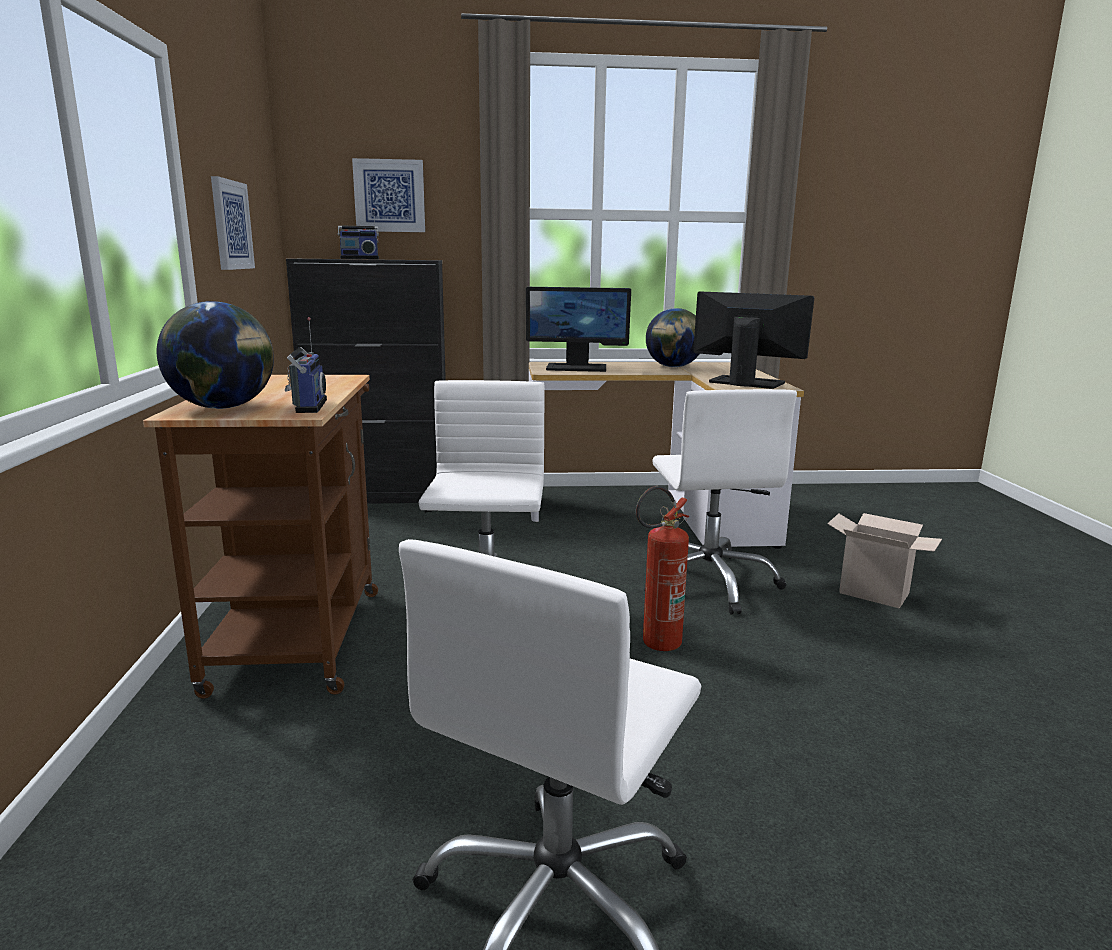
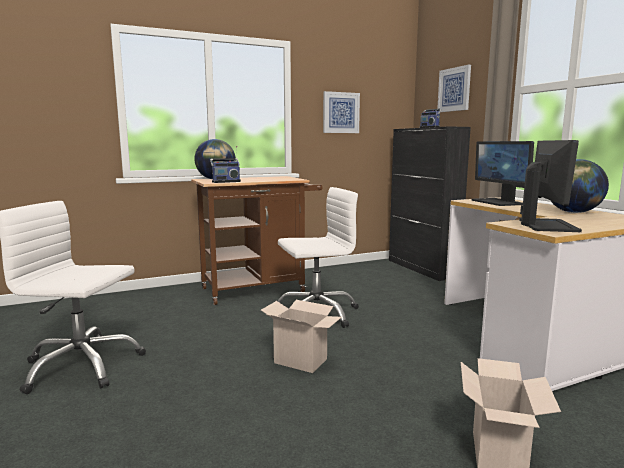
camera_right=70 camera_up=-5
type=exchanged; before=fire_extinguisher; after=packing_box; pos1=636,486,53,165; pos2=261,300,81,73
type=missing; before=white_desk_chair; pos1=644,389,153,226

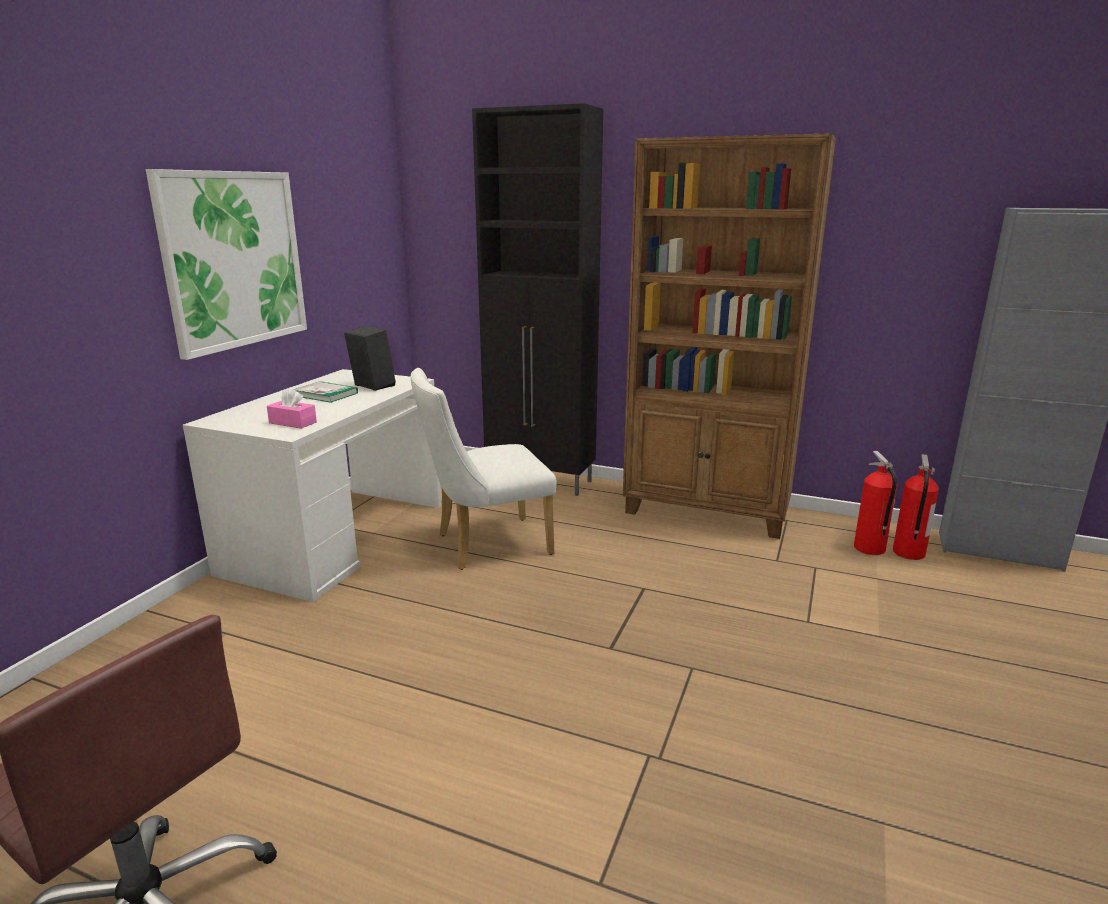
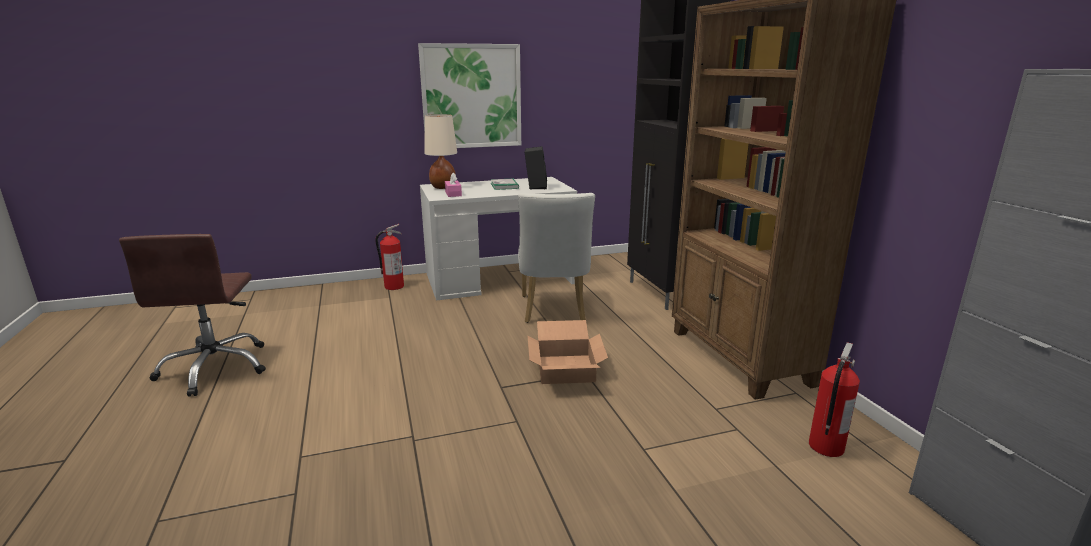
camera_right=50 camera_up=0
type=spun; before=white_plain_chair; pos1=411,368,145,202; pos2=518,193,77,130; turn=-120
type=relocated; before=fire_extinguisher; pos1=893,454,46,106; pos2=375,224,29,66
type=appeared; after=beige-coloured_tabletop_lamp; pos2=424,114,33,75
type=appeared; after=packing_box; pos2=528,320,80,64

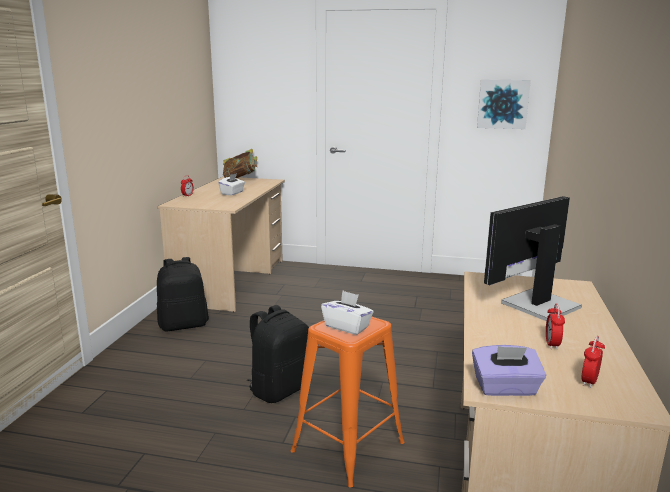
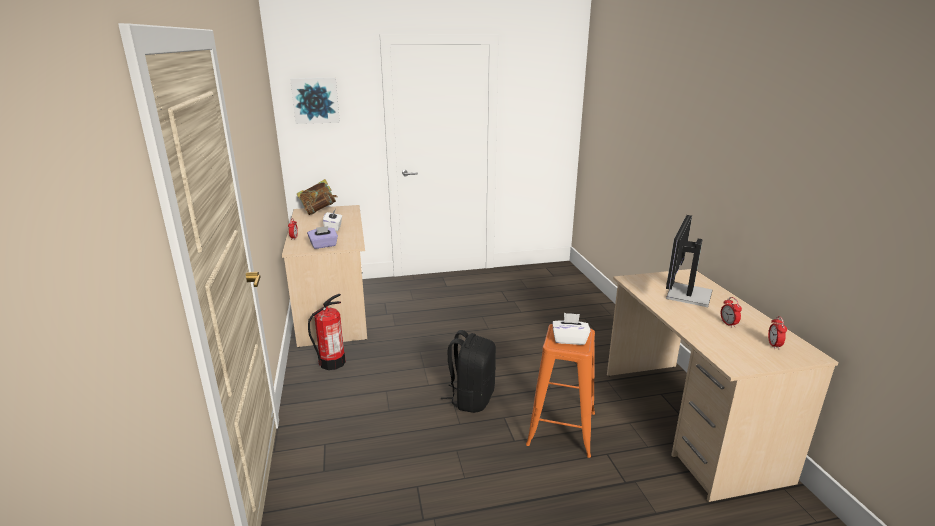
camera_right=-25 camera_up=5
type=exchanged; before=black-coloured_rucksack; after=fire_extinguisher; pos1=157,257,52,74; pos2=308,294,38,76
type=relocated; before=purple_box_of_tissues; pos1=472,345,74,51; pos2=307,226,31,23
type=relocated; before=picture; pos1=477,80,54,49; pos2=290,78,50,46

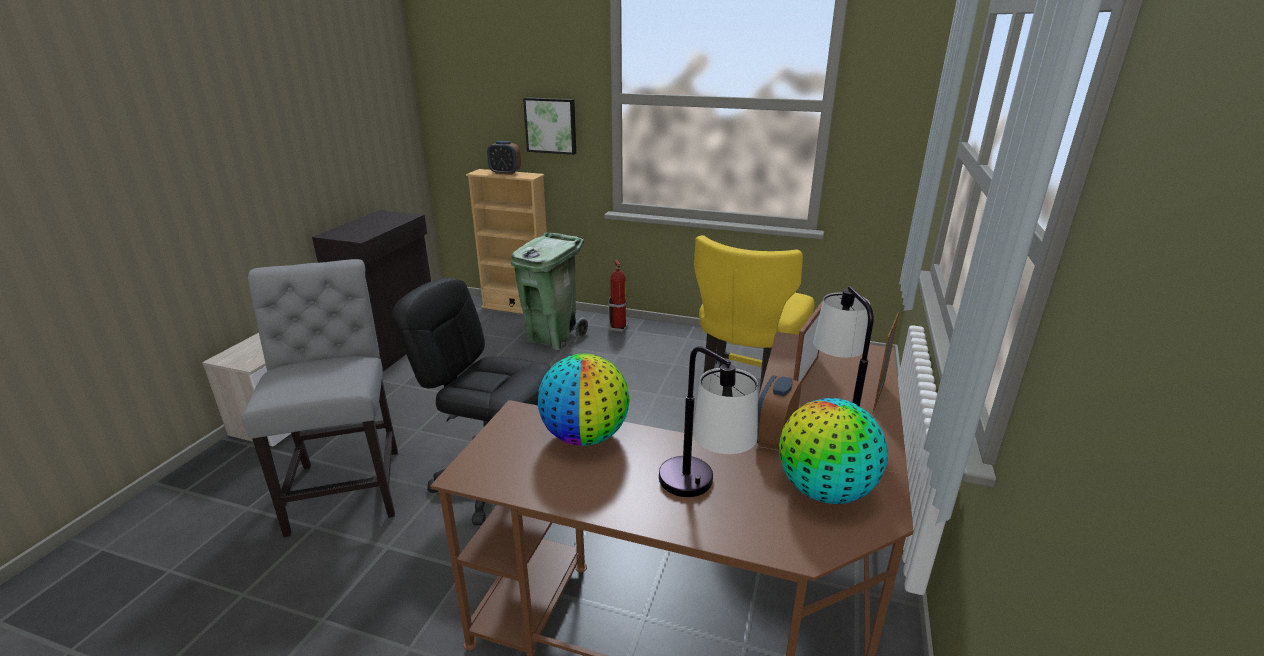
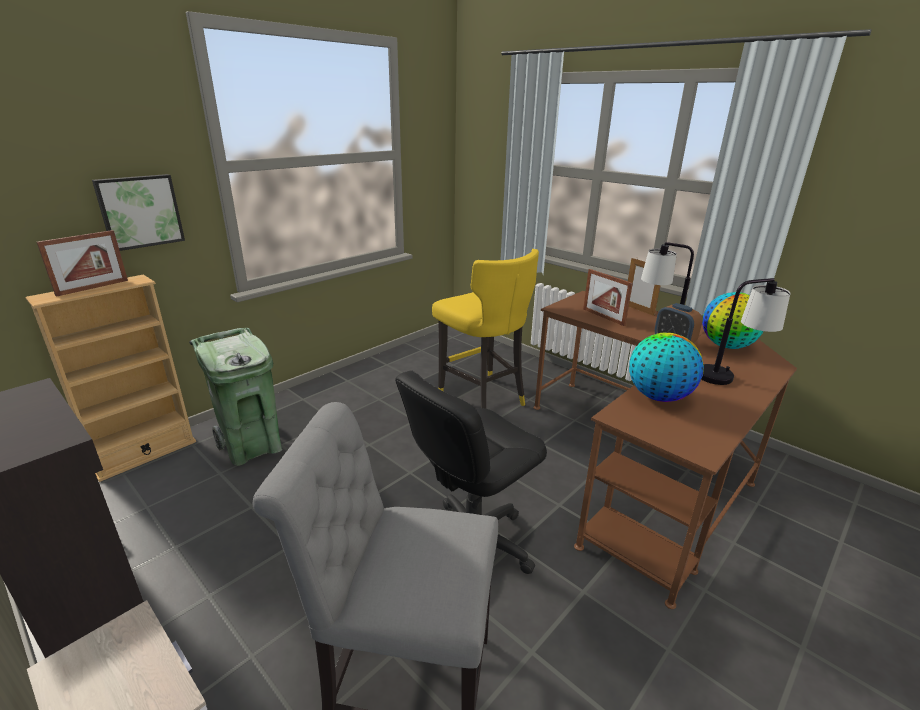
camera_right=-65 camera_up=0
type=exchanged; before=table_clock; after=picture_frame; pos1=487,141,34,34; pos2=37,230,91,67
type=missing; before=fire_extinguisher; pos1=608,260,20,72

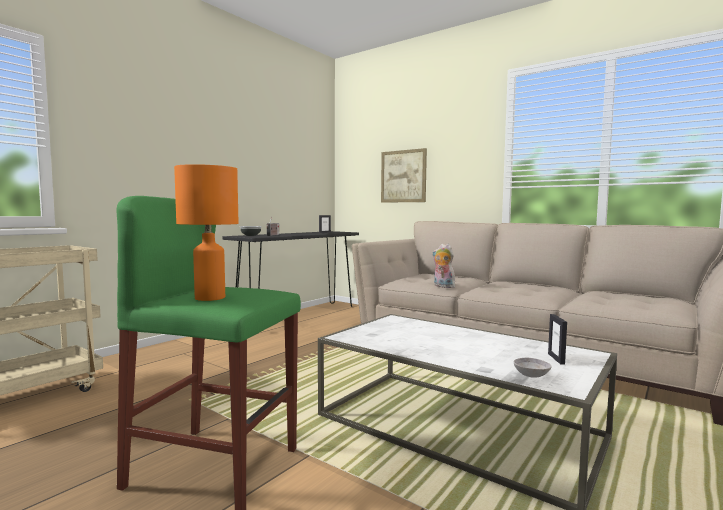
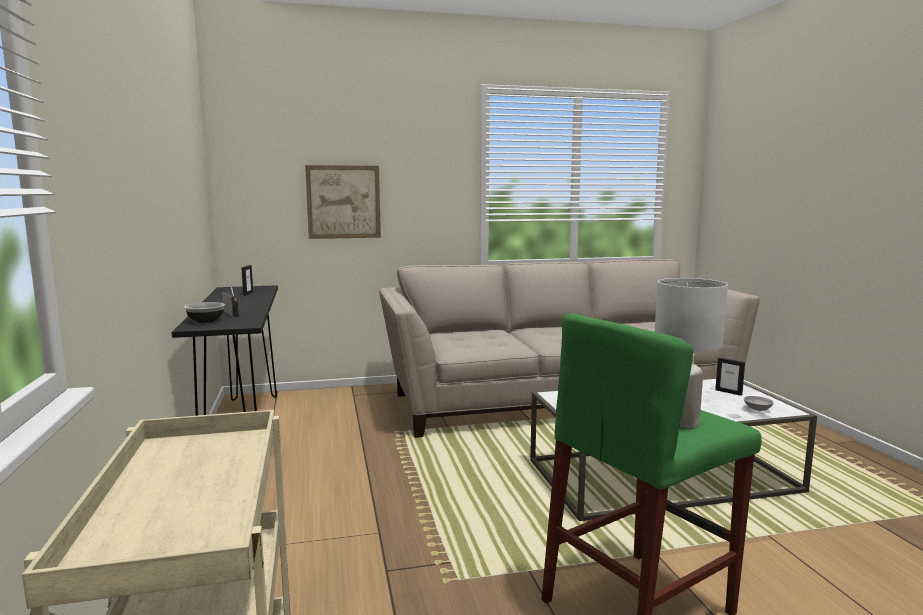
camera_right=-50 camera_up=5
type=colour; before=orange-coloured_tabletop_lamp; after=white_tabletop_lamp; pos1=174,164,64,137; pos2=655,278,73,150
type=missing; before=cuddly_toy; pos1=432,244,23,44

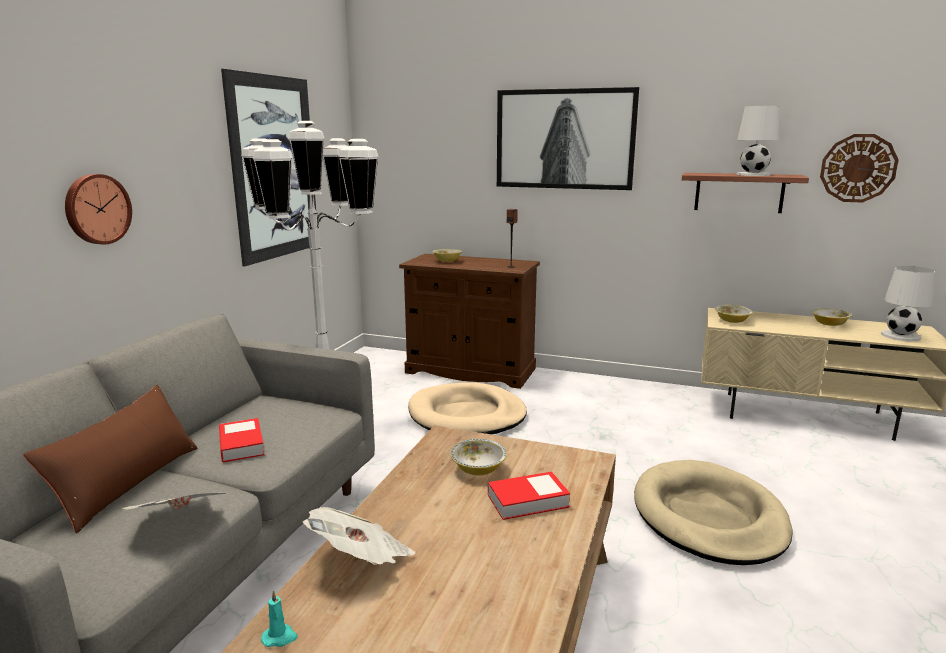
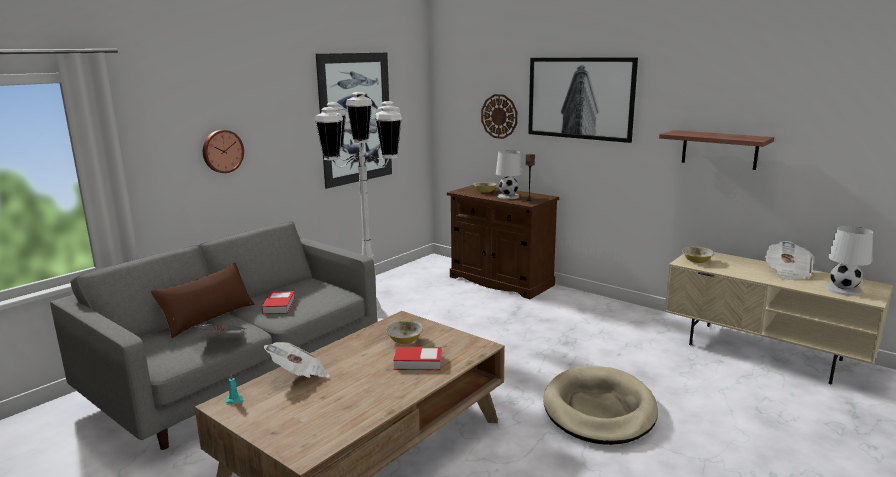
camera_right=20 camera_up=0
type=missing; before=beige-coloured_pet_bed; pos1=408,382,119,52
type=relocated; before=white_tabletop_lamp; pos1=736,106,43,70; pos2=496,150,26,49
type=exchanged; before=serving_bowl; after=newspaper; pos1=812,308,40,18; pos2=764,241,50,39
type=relocated; before=clock_on_the_wall; pos1=820,134,79,69; pos2=481,94,36,45

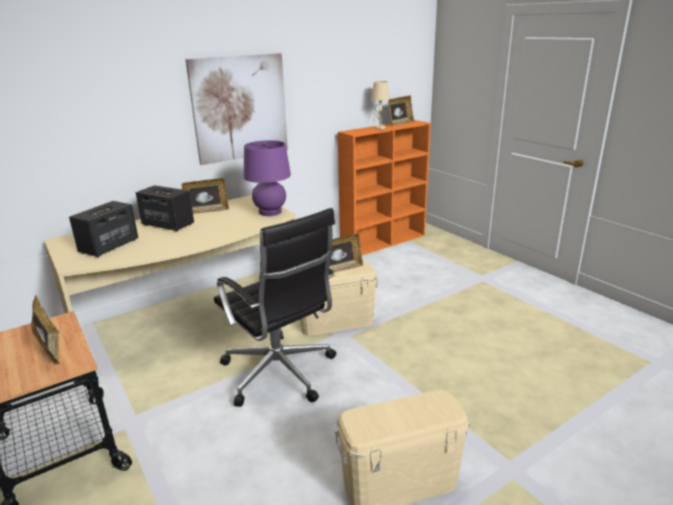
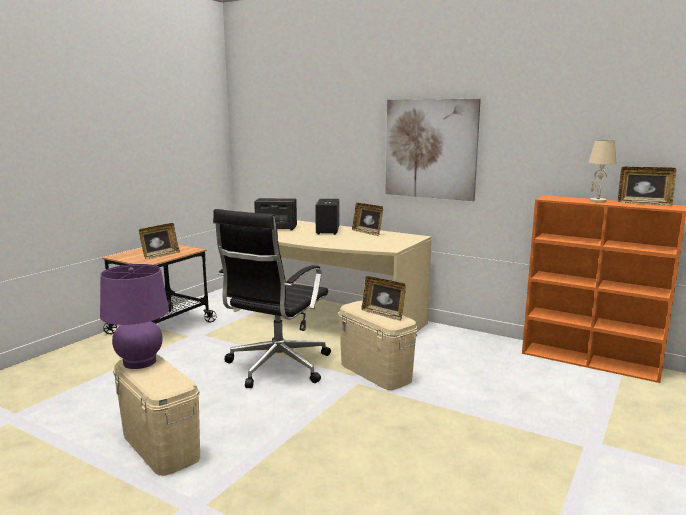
camera_right=65 camera_up=-10
type=relocated; before=purple_tabletop_lamp; pos1=244,140,47,76; pos2=100,264,69,105

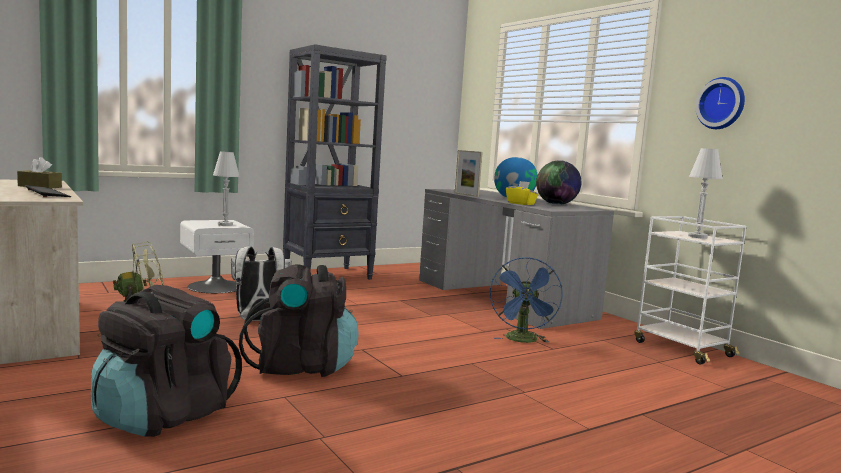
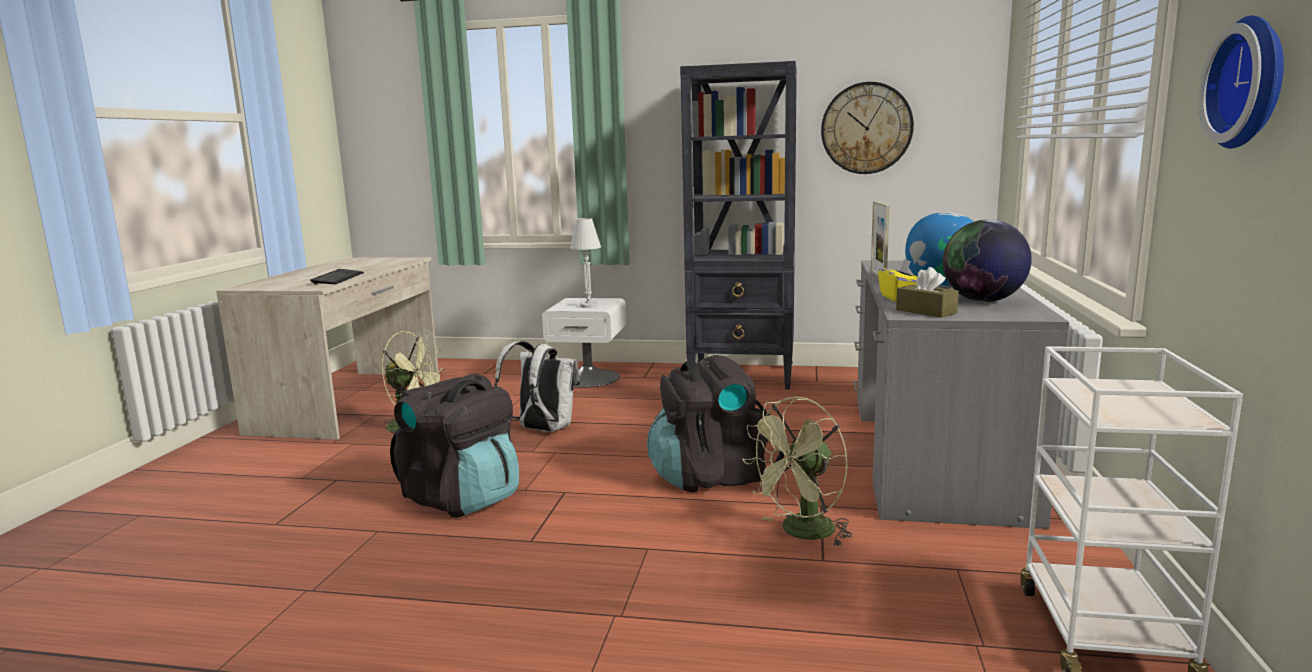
camera_right=45 camera_up=5
type=relocated; before=brownish_box_of_tissues; pos1=17,157,45,32; pos2=896,267,63,51
type=relocated; before=black-coloured_rucksack; pos1=91,285,151,152; pos2=647,355,137,137
type=colour; before=bluish_electric_fan; after=green-coloured_electric_fan; pos1=490,257,73,86; pos2=742,397,111,150
type=missing; before=white_tabletop_lamp; pos1=688,148,35,91
type=appeared; after=clock_on_the_wall; pos2=821,82,93,92

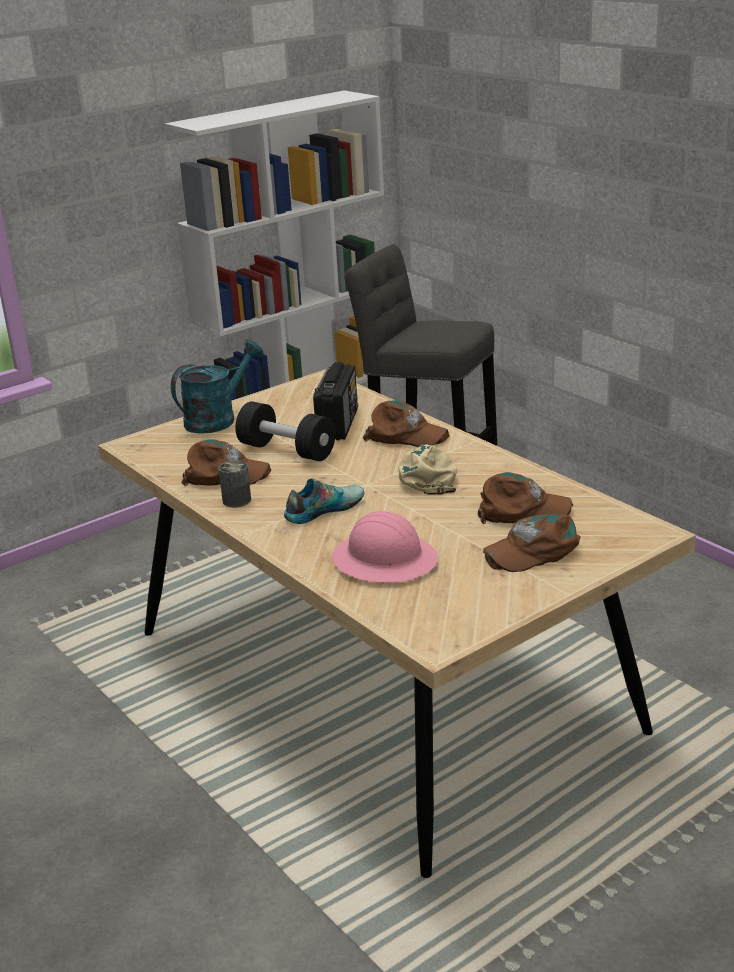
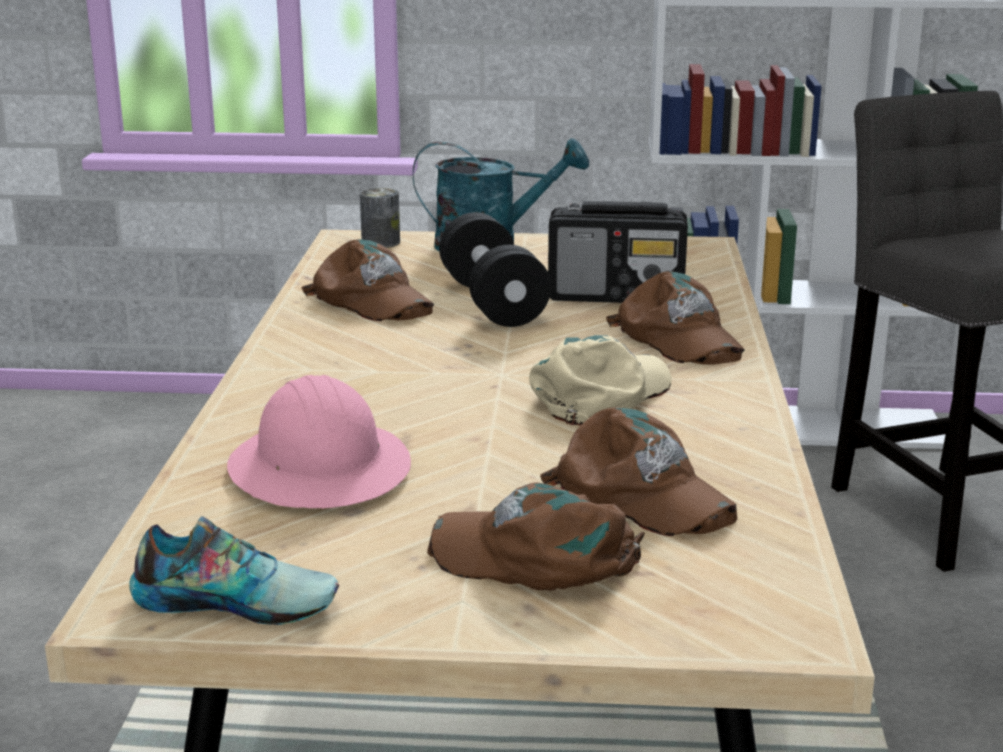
camera_right=40 camera_up=-5
type=relocated; before=metal_can; pos1=219,460,32,47; pos2=360,188,40,60
type=relocated; before=shoe; pos1=284,478,80,46; pos2=129,516,210,109
type=spun; before=radio_set; pos1=313,362,45,78; pos2=548,201,140,102; turn=45

